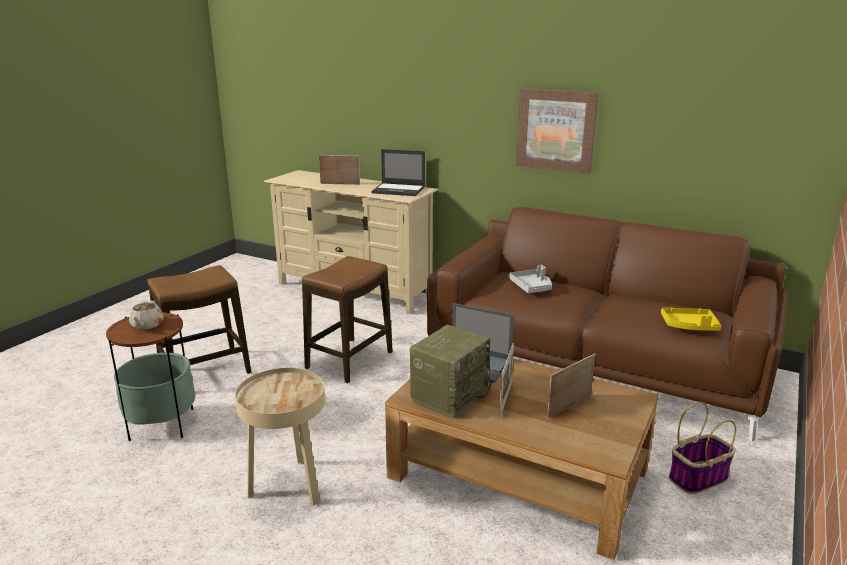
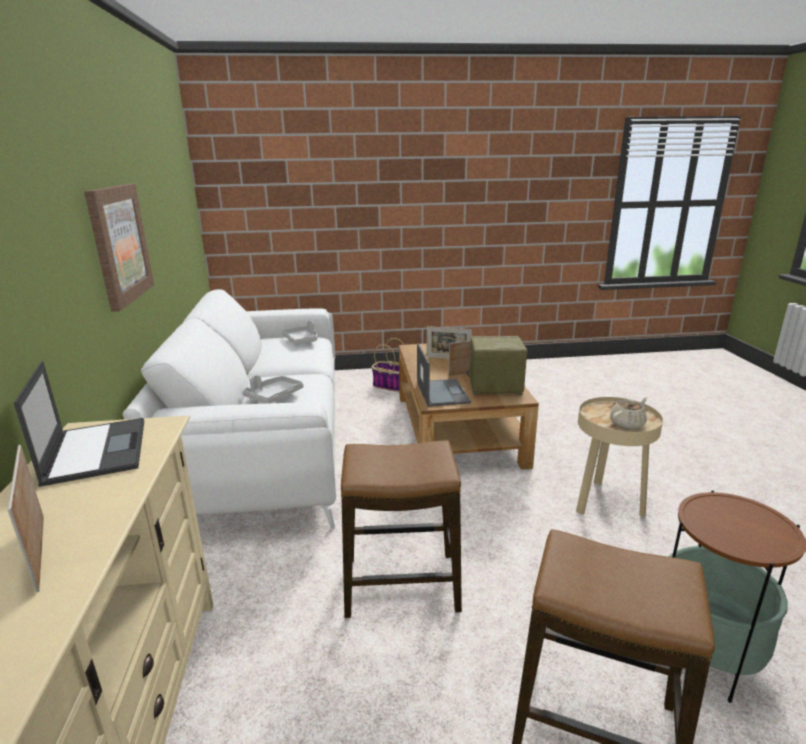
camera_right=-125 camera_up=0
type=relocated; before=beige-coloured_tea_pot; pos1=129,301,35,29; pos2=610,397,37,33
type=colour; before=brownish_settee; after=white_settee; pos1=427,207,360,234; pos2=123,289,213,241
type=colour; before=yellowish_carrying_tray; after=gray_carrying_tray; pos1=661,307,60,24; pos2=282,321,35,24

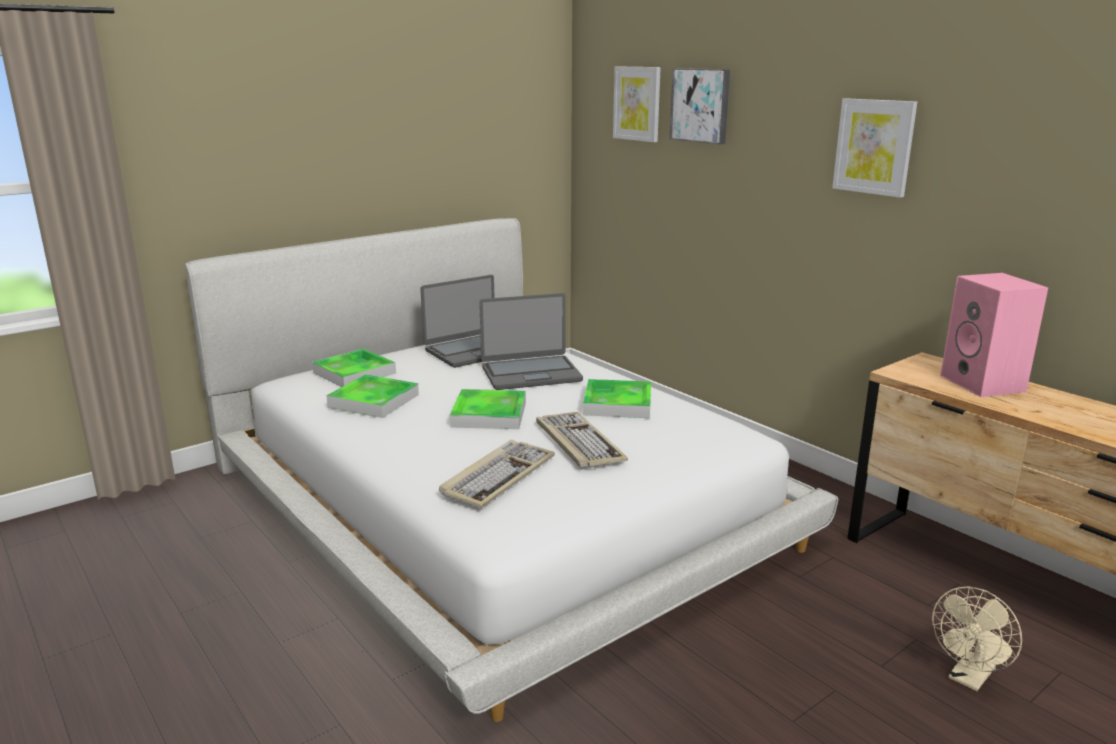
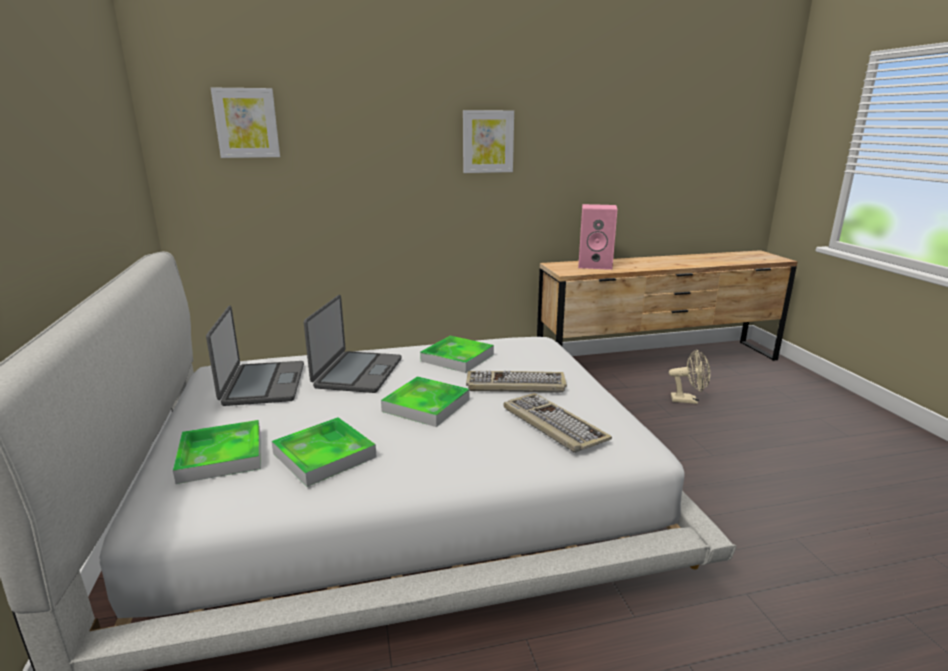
camera_right=-65 camera_up=0
type=missing; before=picture; pos1=670,68,60,76
type=spun; before=beige-coloured_electric_fan; pos1=932,587,90,104; pos2=669,349,41,55; turn=-60

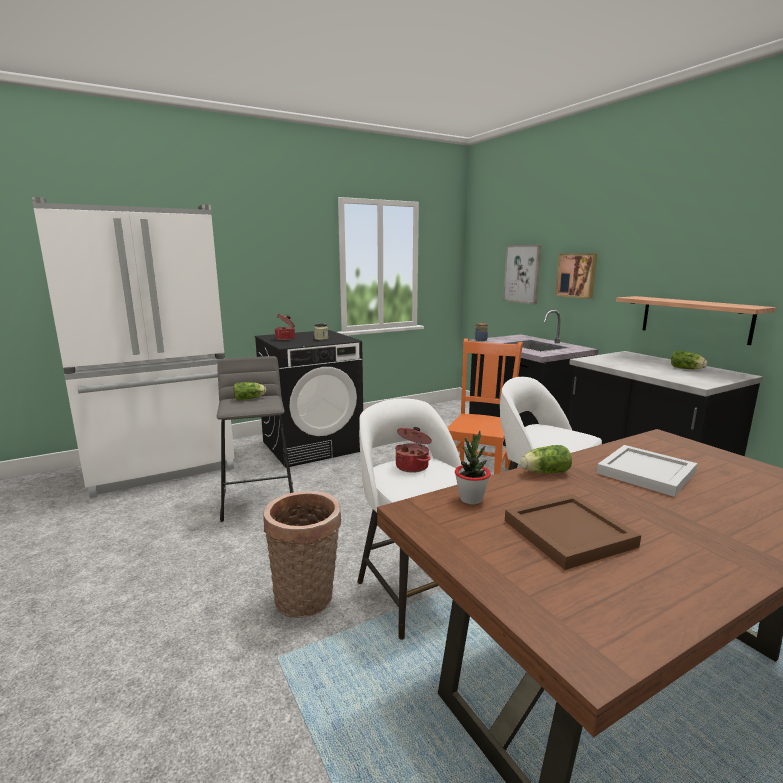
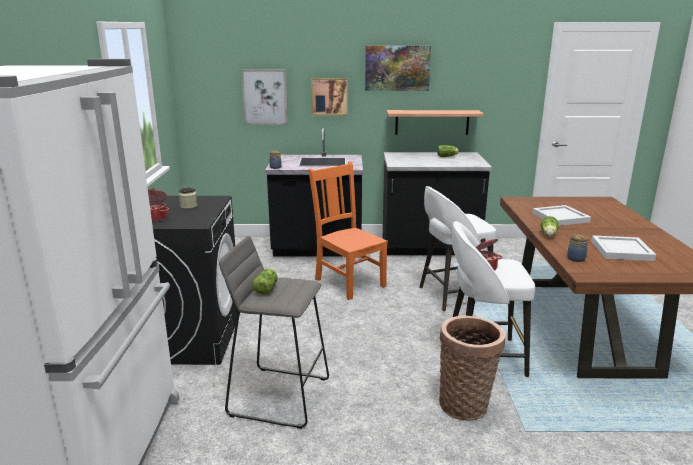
camera_right=-60 camera_up=5
type=exchanged; before=houseplant; after=jar; pos1=455,431,36,74; pos2=567,234,21,28
type=colour; before=brownish_carrying_tray; after=white_carrying_tray; pos1=505,494,136,76; pos2=591,235,65,26
type=appeared; after=picture; pos2=365,46,66,45

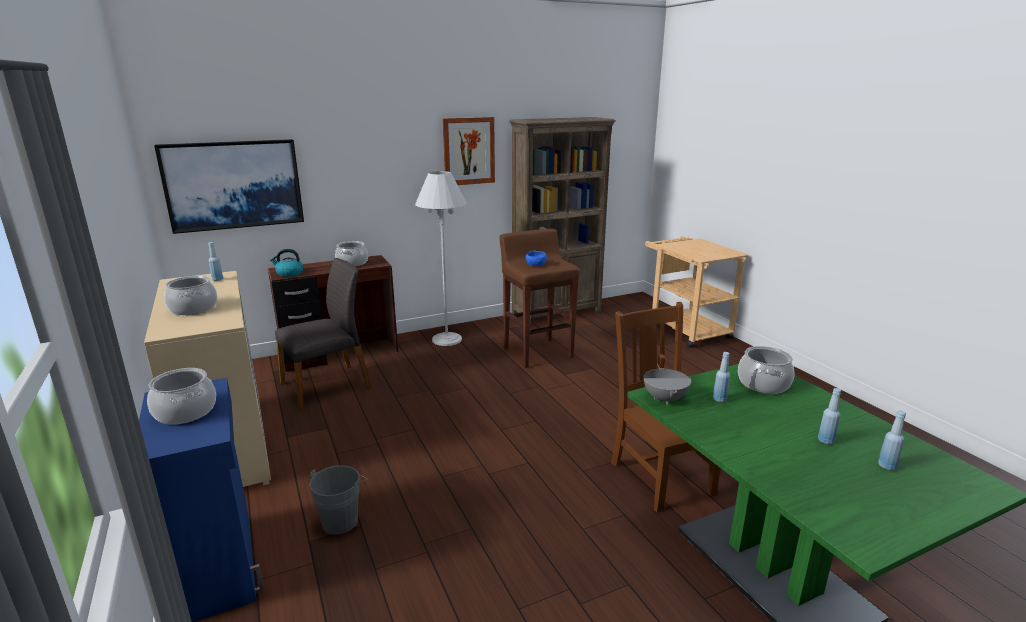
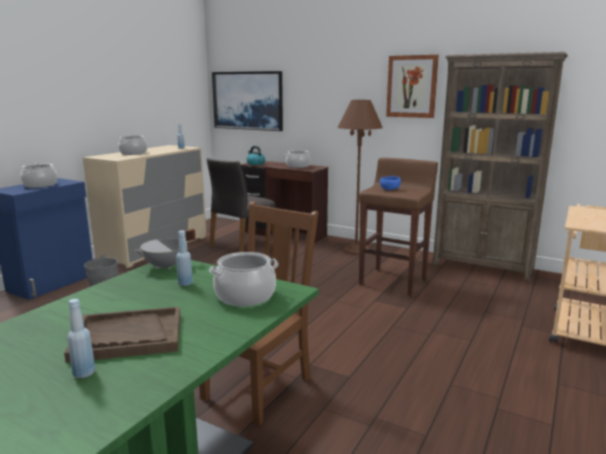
camera_right=55 camera_up=-5
type=spun; before=gray_plain_chair; pos1=275,258,96,152; pos2=207,158,68,94; turn=105
type=colour; before=white_standard_lamp; after=brownish_standard_lamp; pos1=415,171,52,175; pos2=338,100,45,155
type=exchanged; before=bluish_bottle; after=brownish_carrying_tray; pos1=818,388,23,56; pos2=64,307,116,56

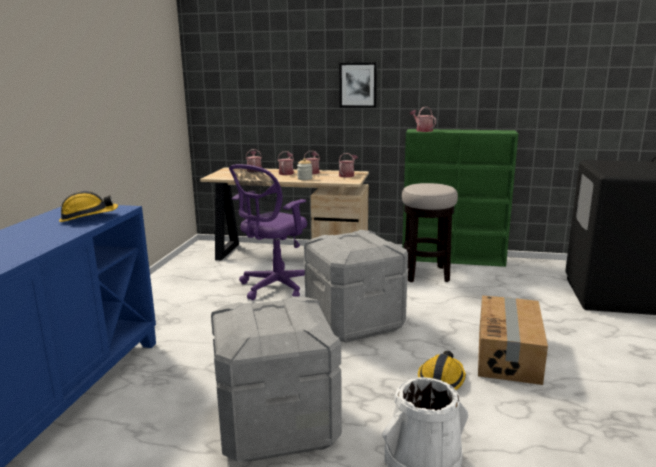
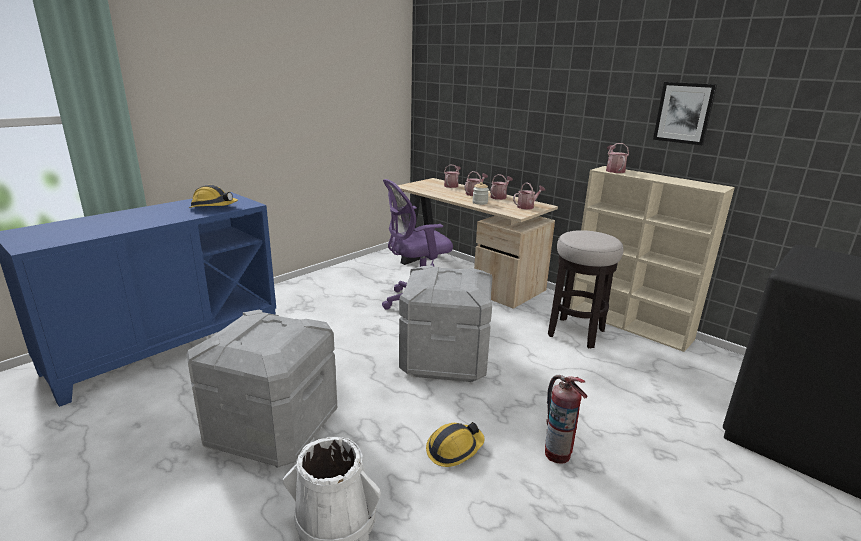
camera_right=30 camera_up=5
type=relocated; before=picture; pos1=339,62,38,46; pos2=653,82,64,63
type=colour; before=green-coloured_shelving_unit; after=beige-coloured_shelving_unit; pos1=402,129,116,138; pos2=569,166,166,186
type=exchanged; before=packing_box; after=fire_extinguisher; pos1=478,296,70,89; pos2=545,375,43,89

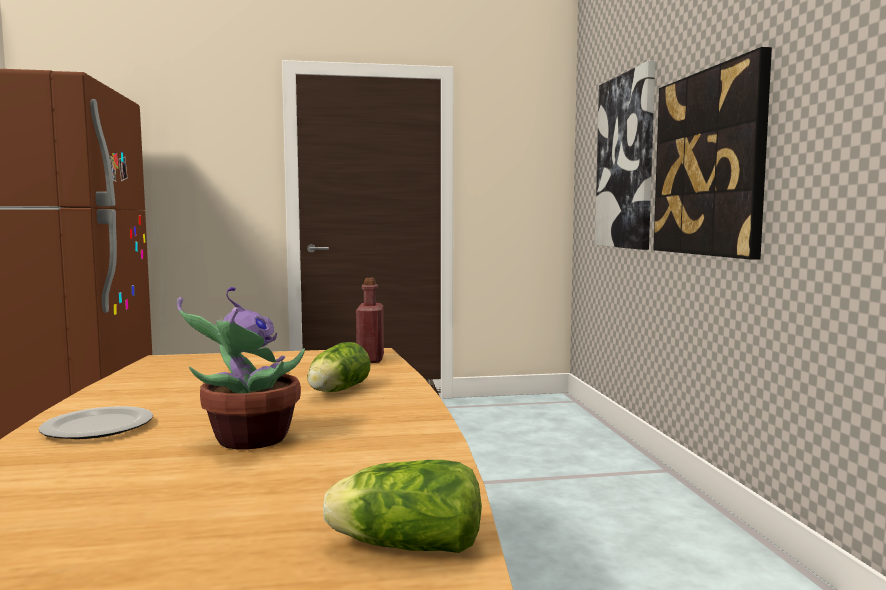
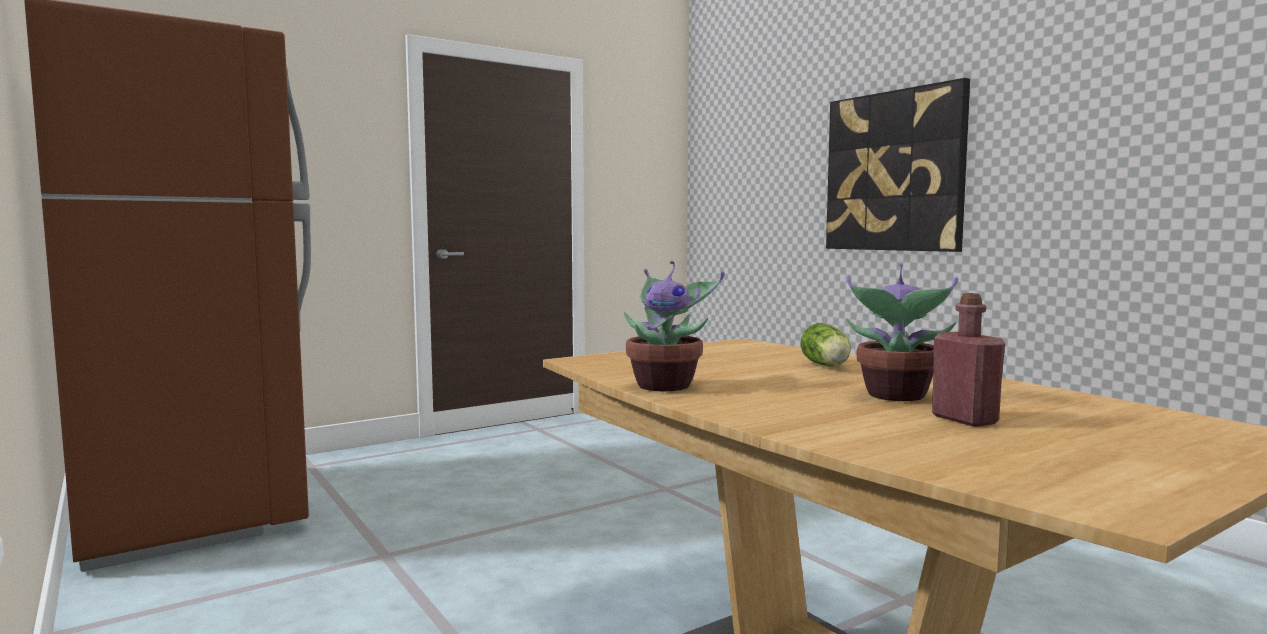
camera_right=-25 camera_up=0
type=missing; before=dinner_plate; pos1=39,406,114,33
type=missing; before=lettuce_head; pos1=323,460,159,93
type=relocated; before=reddish_bottle; pos1=356,278,28,85; pos2=932,293,73,134
type=missing; before=picture; pos1=595,61,60,189
type=appeared; after=houseplant; pos2=624,261,101,131

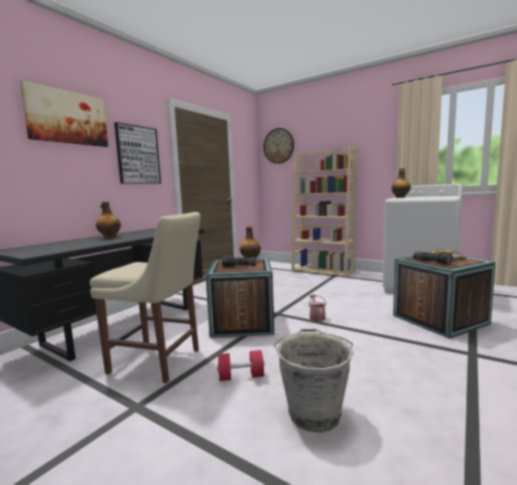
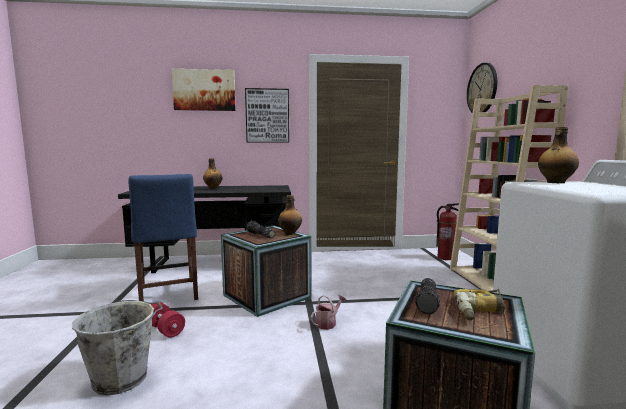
camera_right=50 camera_up=0
type=colour; before=beige-coloured_plain_chair; after=bluish_plain_chair; pos1=90,212,111,171; pos2=128,174,70,127
type=appeared; after=fire_extinguisher; pos2=436,203,23,57

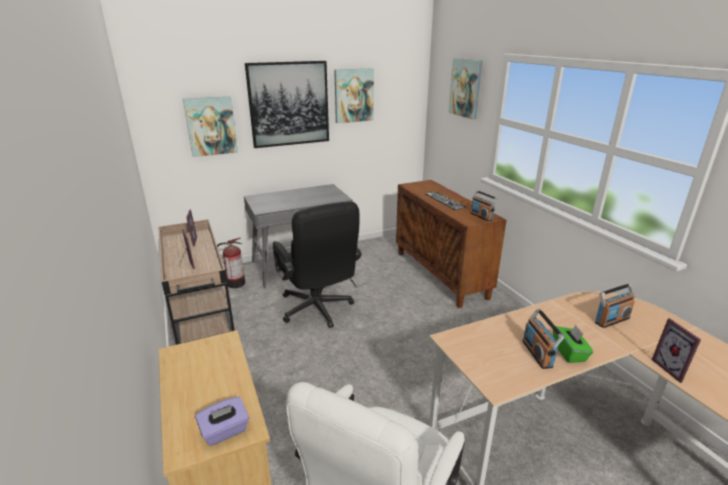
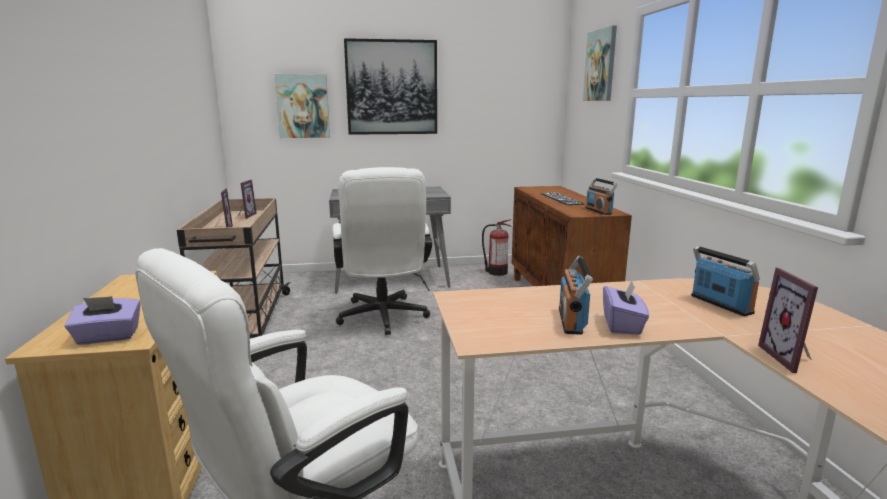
camera_right=15 camera_up=-10
type=relocated; before=fire_extinguisher; pos1=217,238,28,50; pos2=482,219,30,57
type=colour; before=black-coloured_desk_chair; after=white_desk_chair; pos1=273,201,88,127; pos2=333,167,99,168
type=missing; before=picture; pos1=334,68,40,55
type=colour; before=green-coloured_box_of_tissues; after=purple_box_of_tissues; pos1=553,325,40,38; pos2=603,281,46,54
type=spun; before=radio_set; pos1=595,284,40,44; pos2=691,246,69,70; turn=-105

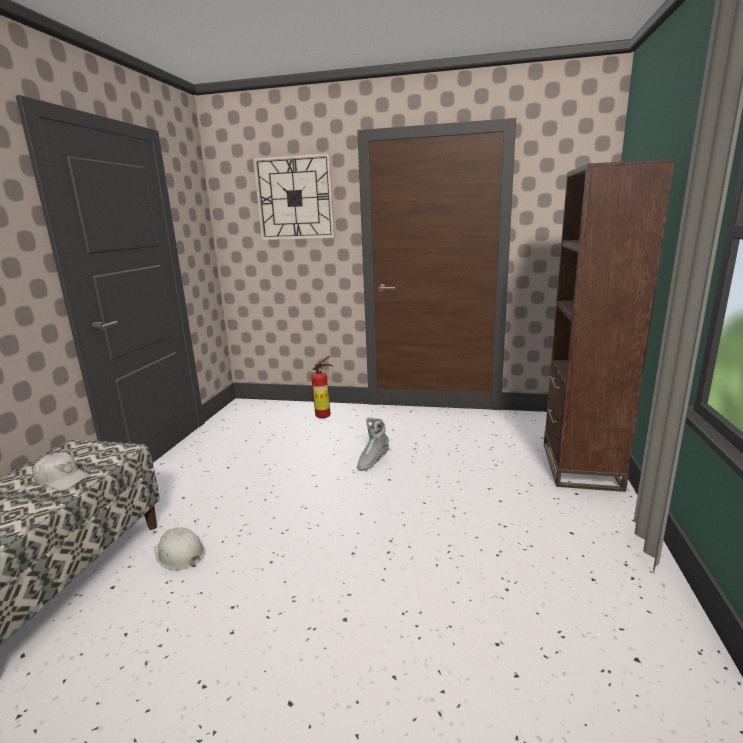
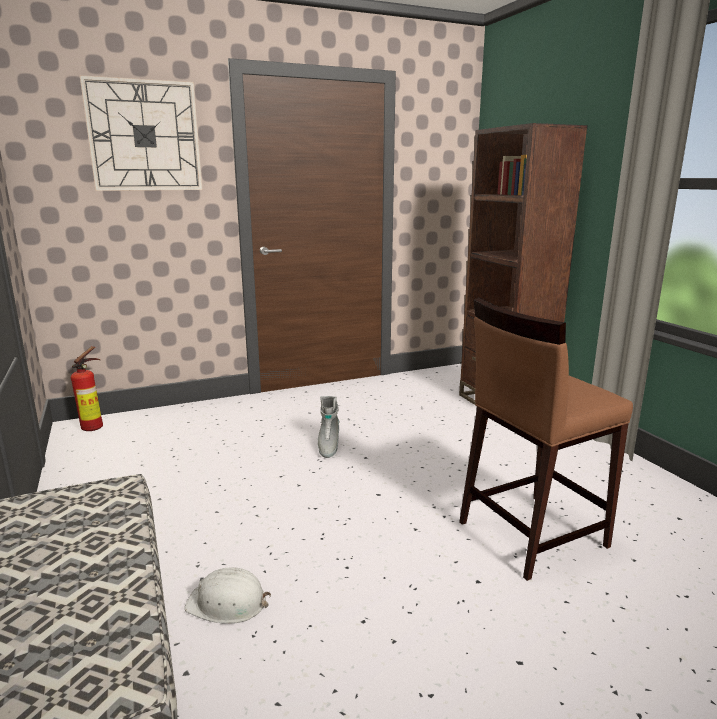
camera_right=-35 camera_up=0
type=missing; before=white_baseball_cap; pos1=32,453,58,38
type=relocated; before=fire_extinguisher; pos1=311,355,22,63; pos2=71,346,32,85
type=appeared; after=brownish_stool_seat; pos2=459,298,174,283

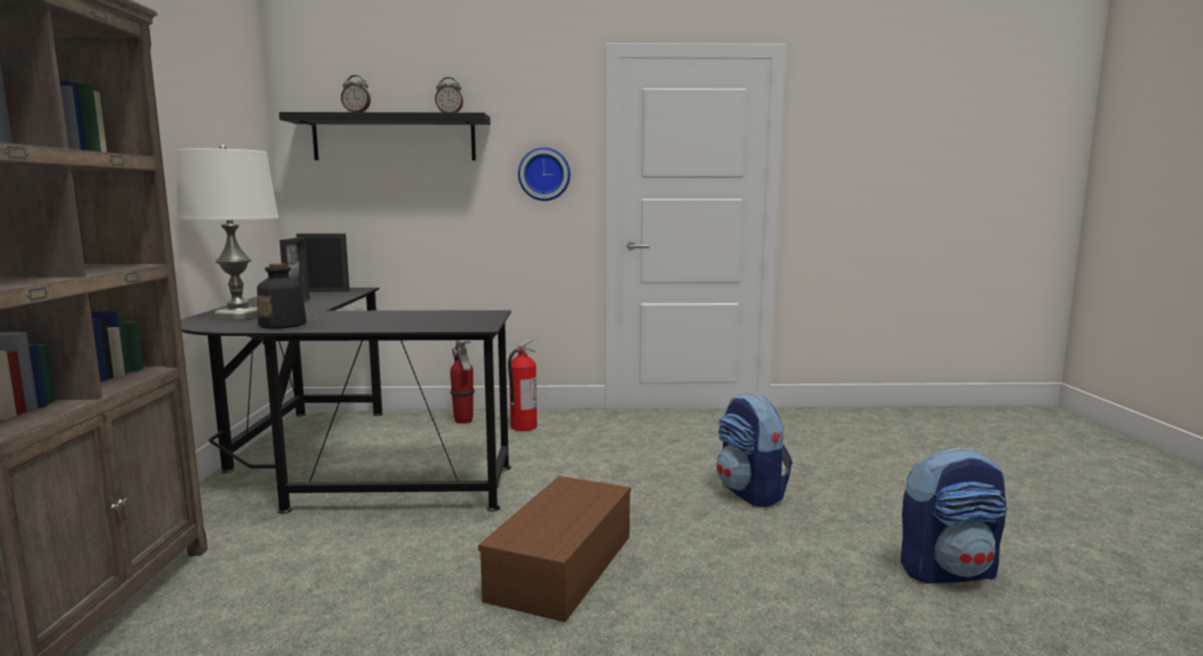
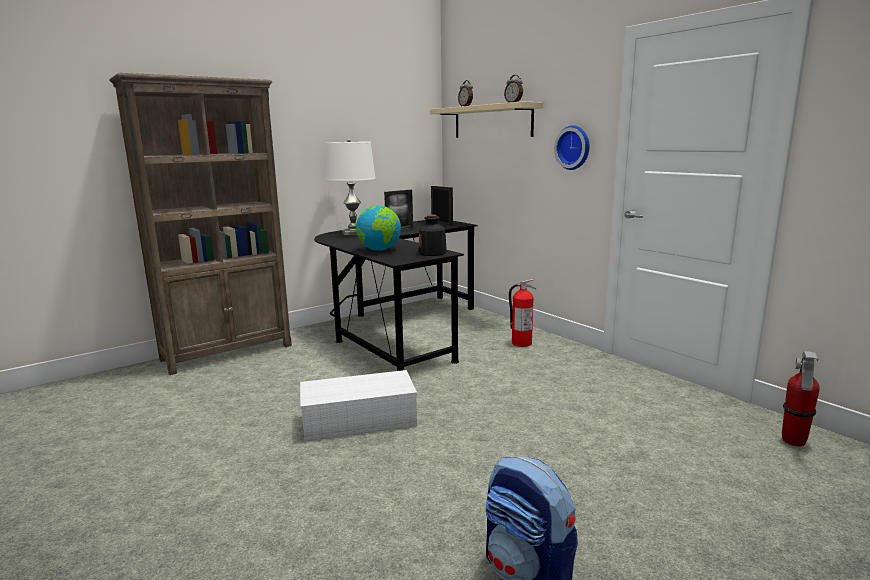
camera_right=55 camera_up=5
type=relocated; before=bottle; pos1=257,263,50,66; pos2=419,215,28,41
type=colour; before=black-coloured_wall_shelf; after=beige-coloured_wall_shelf; pos1=279,112,211,49; pos2=430,101,113,37
type=relocated; before=fire_extinguisher; pos1=450,340,25,84; pos2=782,351,38,95
type=colour; before=brownish_storage_container; after=white_storage_container; pos1=478,476,153,146; pos2=300,370,117,71
type=missing; before=rucksack; pos1=716,393,76,114
type=appeared; after=world_globe; pos2=356,206,45,45

